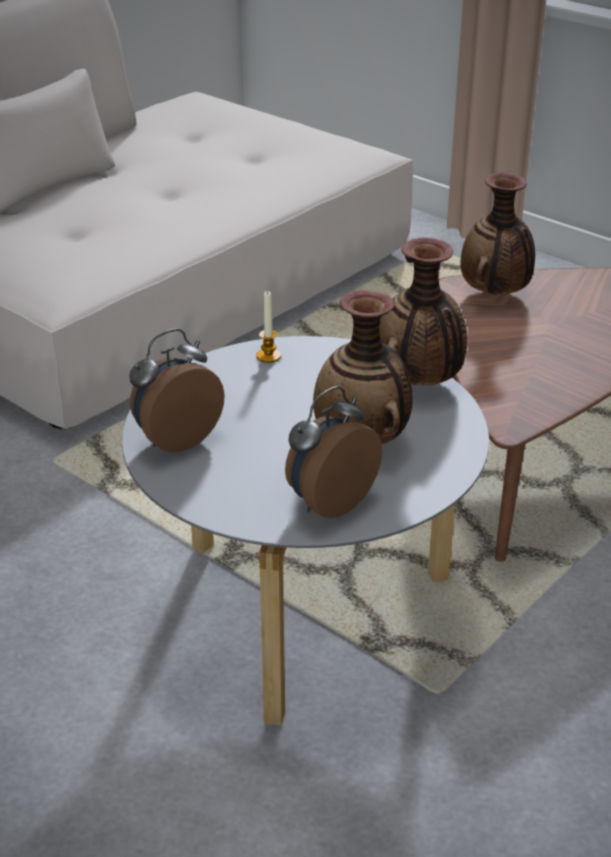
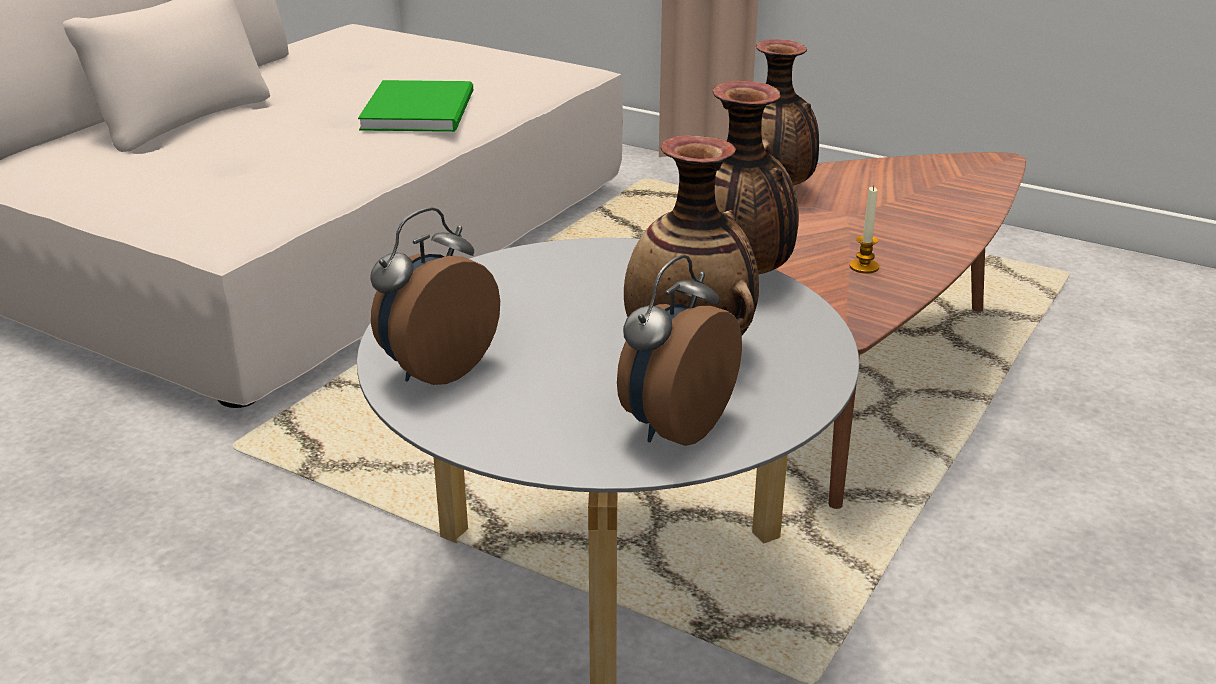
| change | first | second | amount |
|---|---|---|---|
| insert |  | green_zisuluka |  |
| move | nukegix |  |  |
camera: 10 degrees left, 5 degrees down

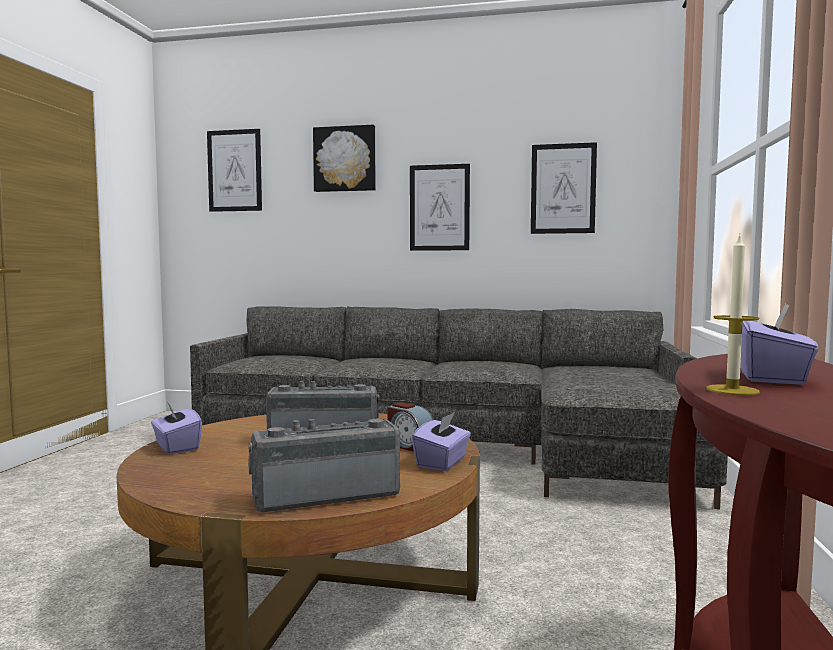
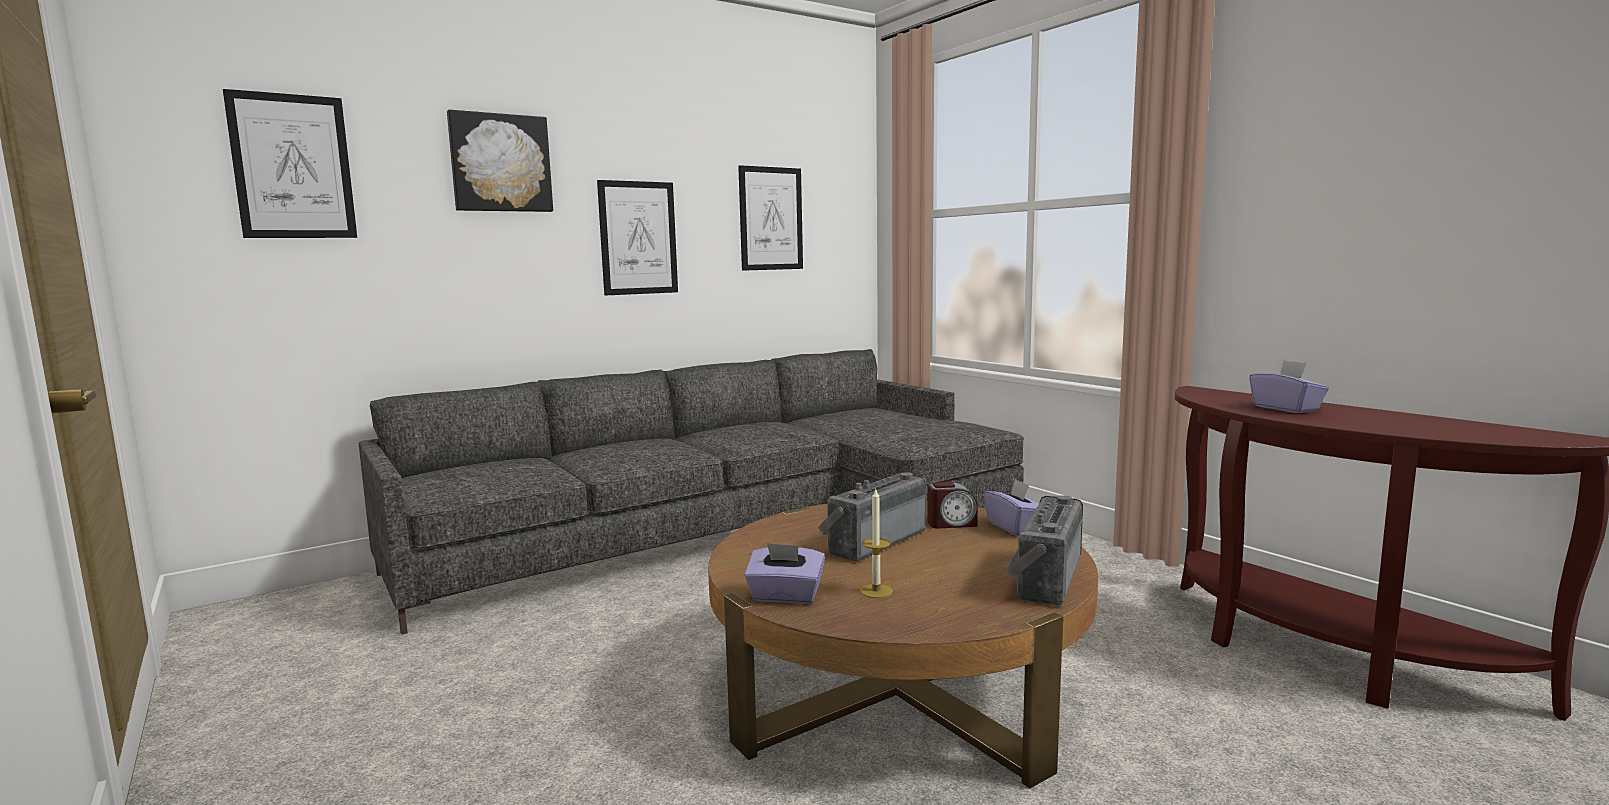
| change | first | second | amount |
|---|---|---|---|
| move | nukegix |  |  |
camera: 45 degrees left, 5 degrees up

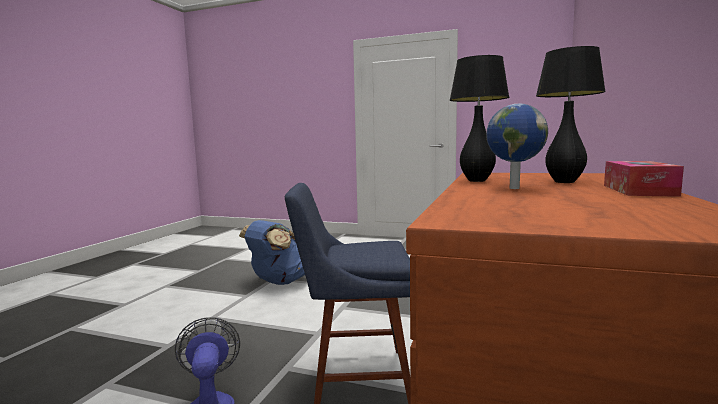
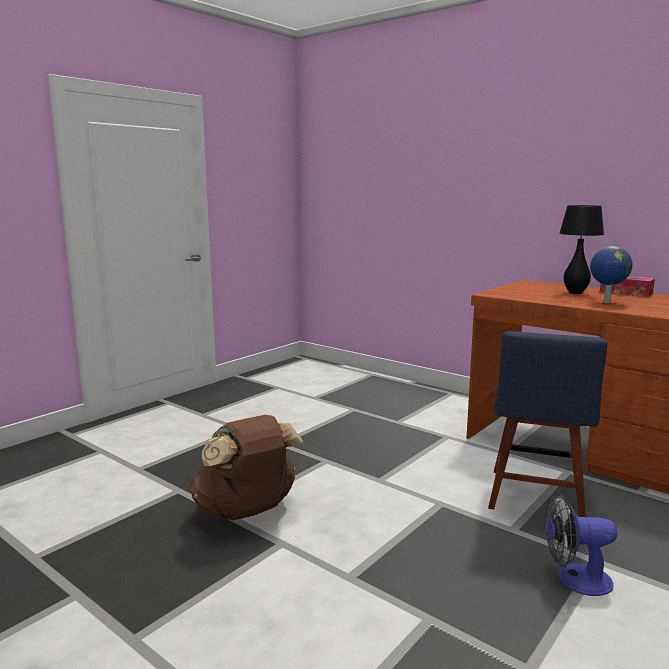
| change | first | second | amount |
|---|---|---|---|
| delete | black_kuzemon (1st from left) |  |  |
| recolor | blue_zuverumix | brown_zuverumix |  |
camera: 70 degrees left, 5 degrees up

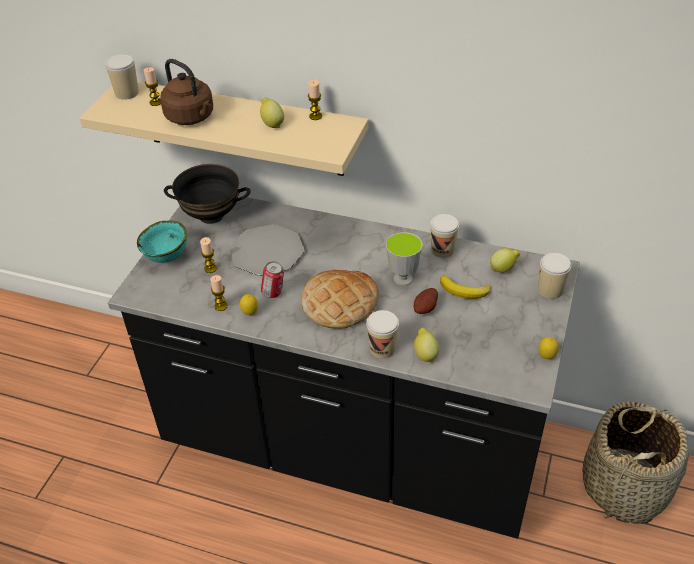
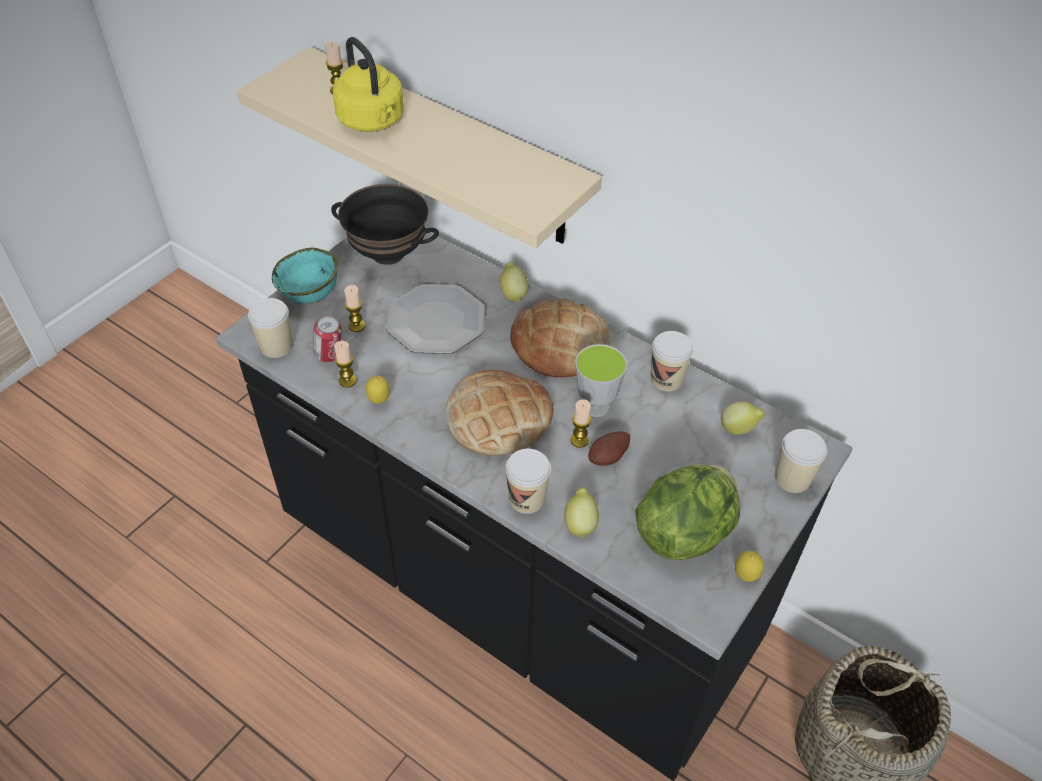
| change | first | second | amount |
|---|---|---|---|
| delete | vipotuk |  |  |
| insert |  | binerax (2nd from left) |  |
| insert |  | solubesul |  |
| move | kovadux (1st from left) |  |  |
| move | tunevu (2nd from left) |  |  |
| move | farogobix |  |  |
| move | nukegix (4th from left) |  |  |
| recolor | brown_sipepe | yellow_sipepe |  |
camera: 15 degrees right, 5 degrees up

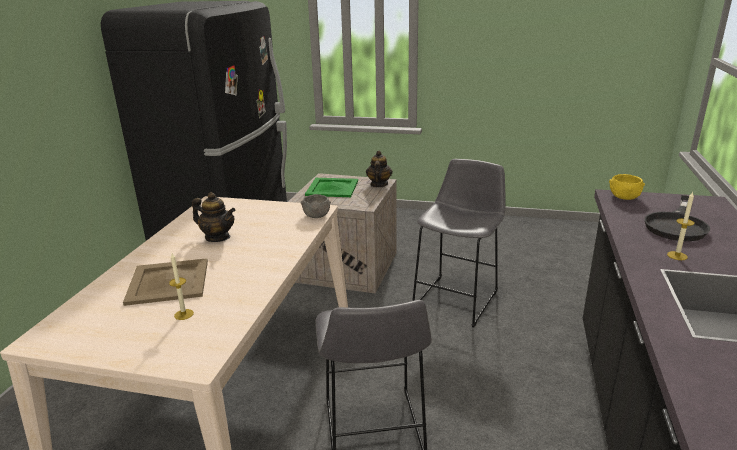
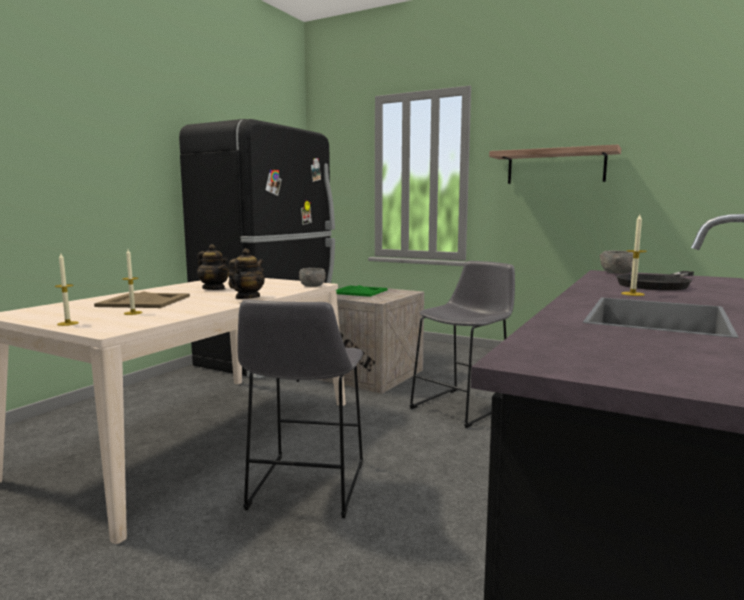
| change | first | second | amount |
|---|---|---|---|
| insert |  | nukegix (1st from left) |  |
| insert |  | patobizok |  |
| move | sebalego (2nd from left) |  |  |
| recolor | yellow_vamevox | grey_vamevox (2nd from left) |  |
camera: 15 degrees right, 15 degrees down

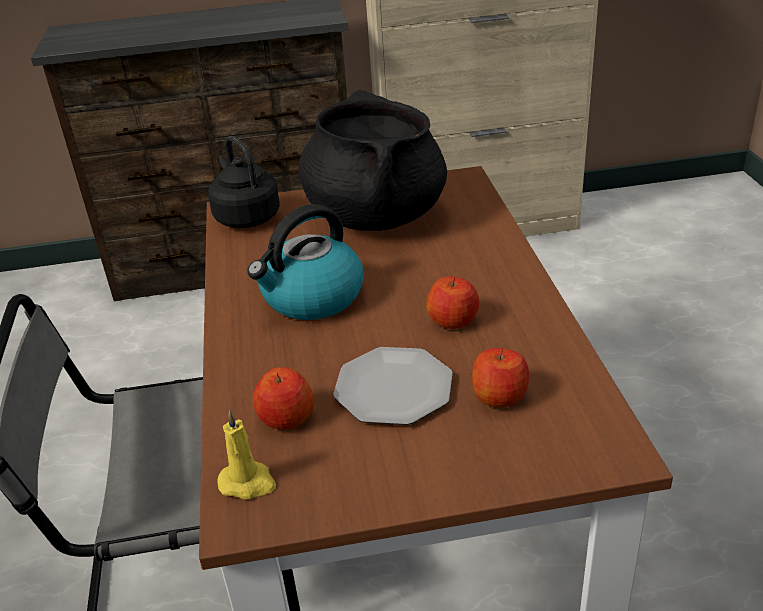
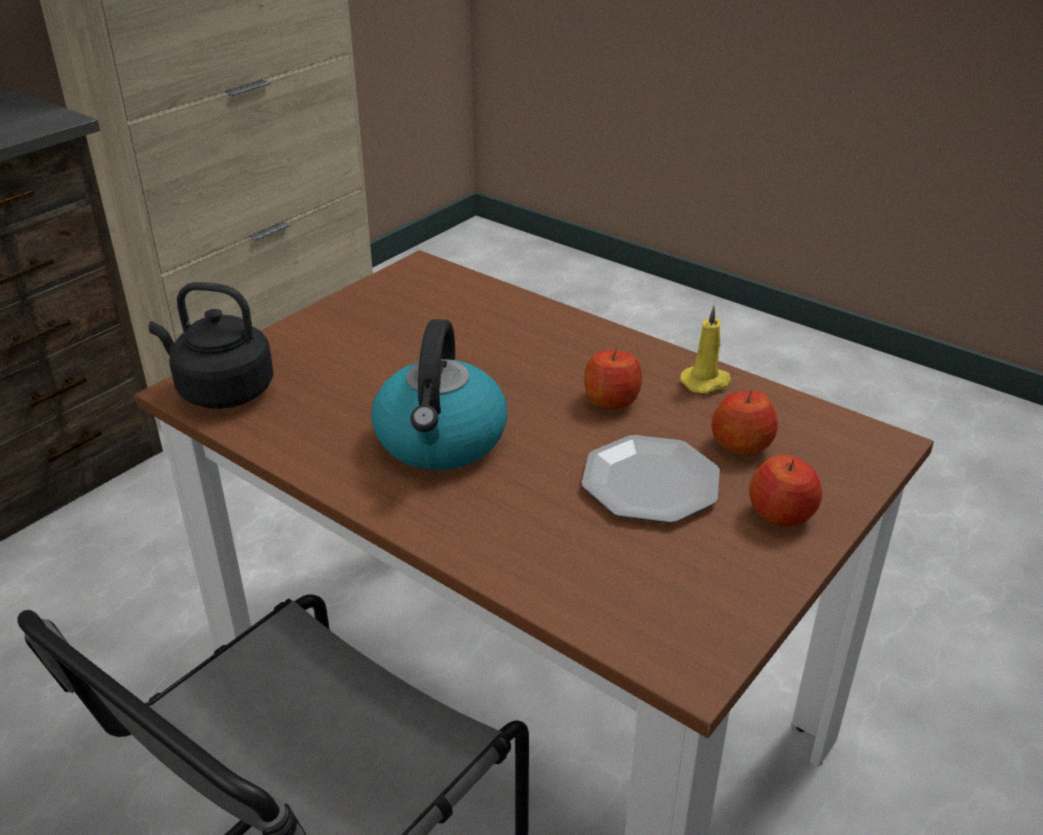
| change | first | second | amount |
|---|---|---|---|
| delete | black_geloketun |  |  |
| move | yellow_nukegix |  |  |
| move | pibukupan (1st from left in the first image) | pibukupan (3rd from left) |  |
camera: 45 degrees left, 0 degrees up

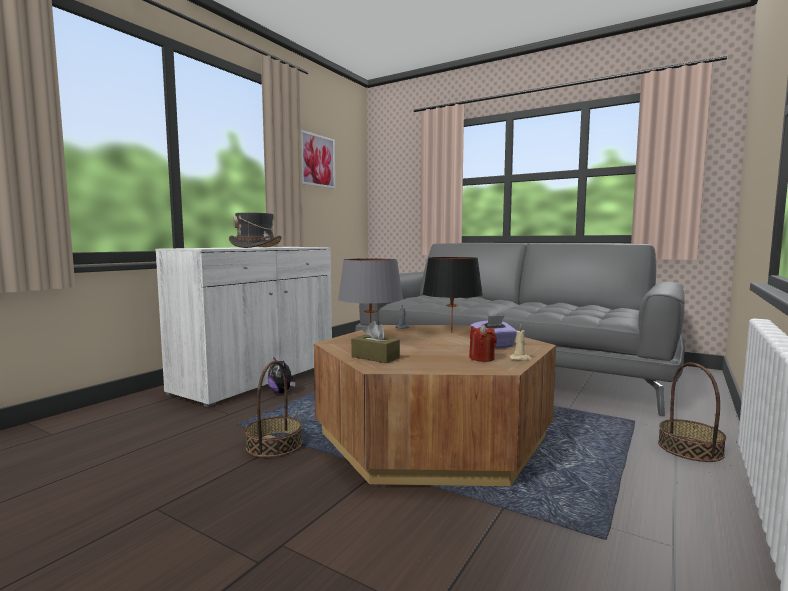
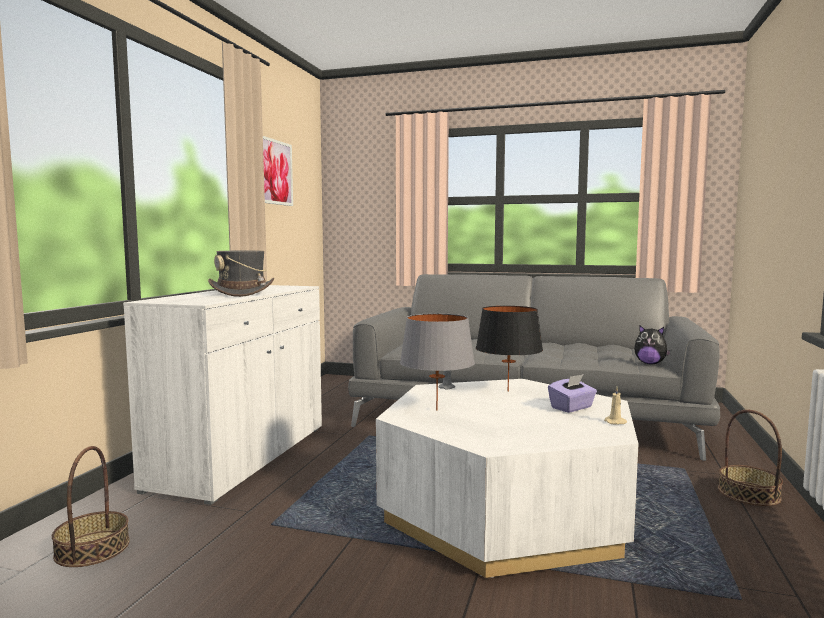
| change | first | second | amount |
|---|---|---|---|
| delete | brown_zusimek |  |  |
| delete | red_nukegix |  |  |
| move | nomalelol (1st from left) |  |  |
| move | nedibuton |  |  |
| recolor | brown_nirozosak | white_nirozosak |  |
camera: 15 degrees left, 0 degrees up

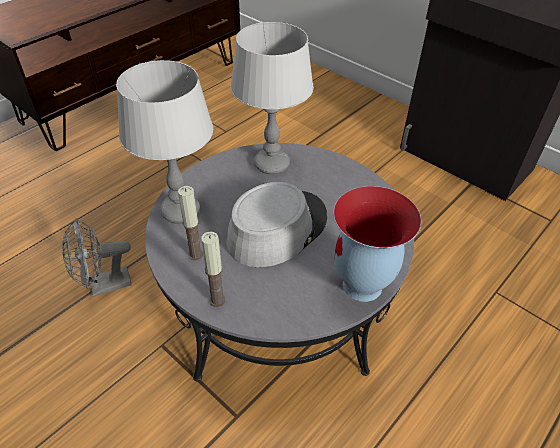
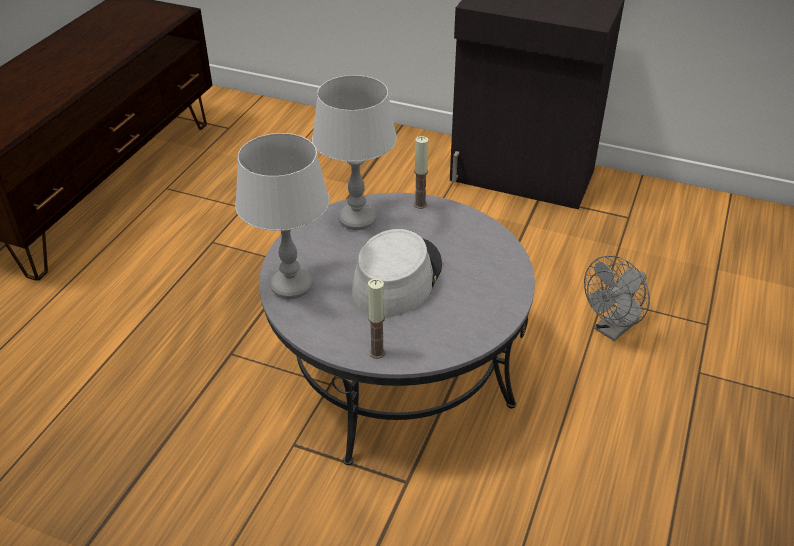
| change | first | second | amount |
|---|---|---|---|
| delete | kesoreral |  |  |
| move | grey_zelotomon |  |  |
| move | nukegix (1st from left in the first image) | nukegix (2nd from left) |  |
camera: 20 degrees left, 5 degrees down

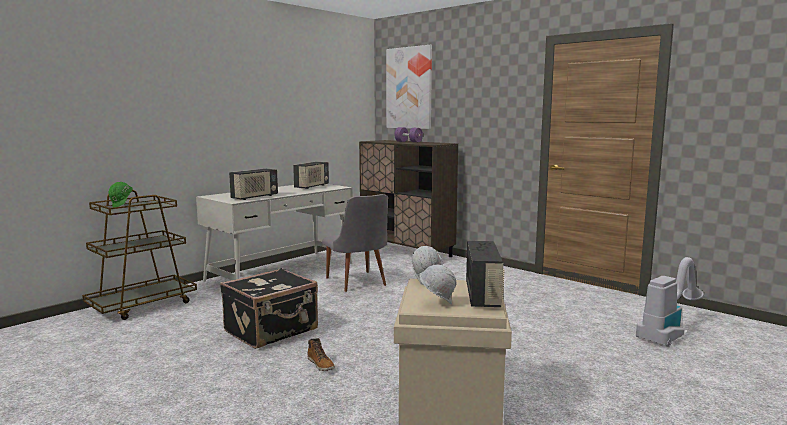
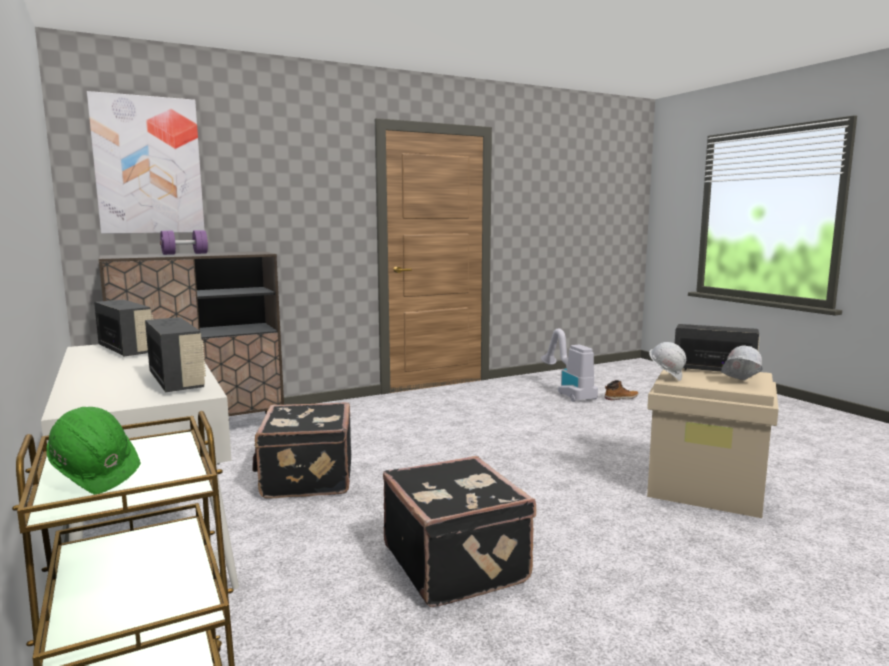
| change | first | second | amount |
|---|---|---|---|
| move | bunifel |  |  |
| replace | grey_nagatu | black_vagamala (1st from left) |  |
camera: 70 degrees left, 0 degrees up

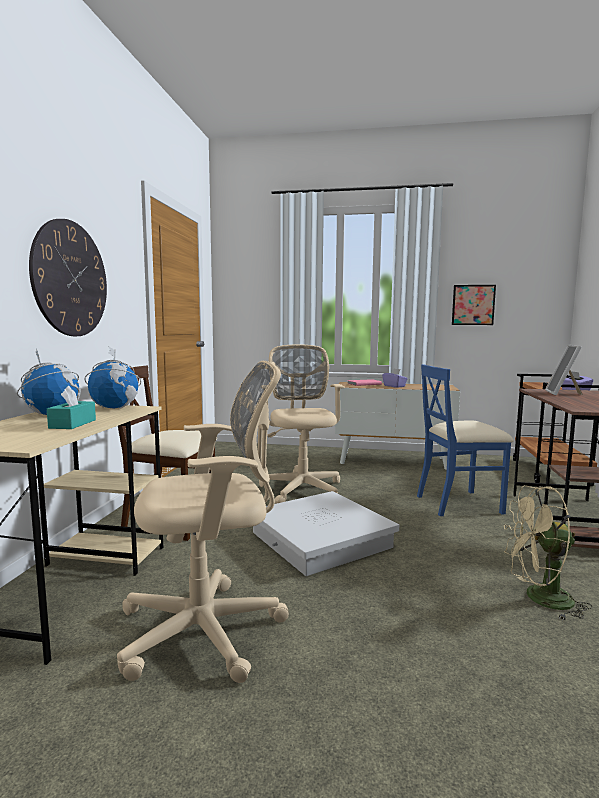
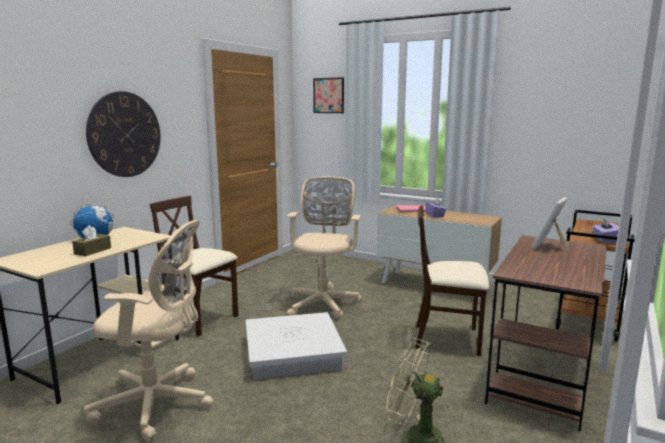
| change | first | second | amount |
|---|---|---|---|
| delete | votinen (2nd from left) |  |  |
| move | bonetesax |  |  |
| recolor | turquoise_zusimek | brown_zusimek |  |
| recolor | blue_nagatu | beige_nagatu (2nd from left) |  |
camera: 20 degrees right, 5 degrees up

